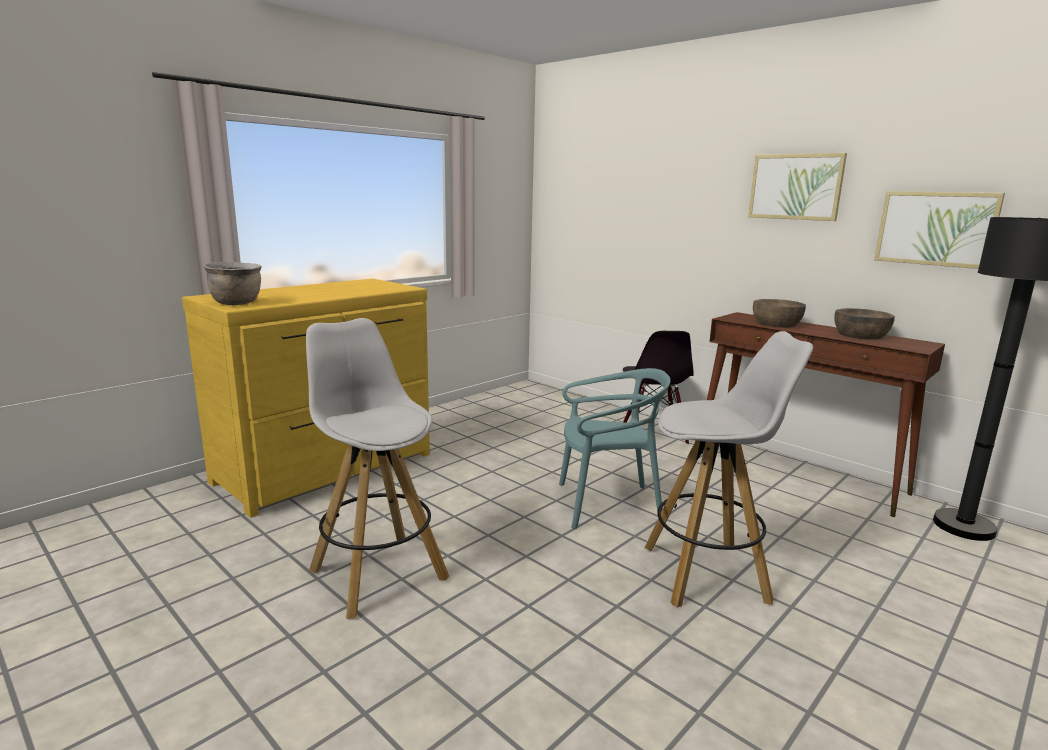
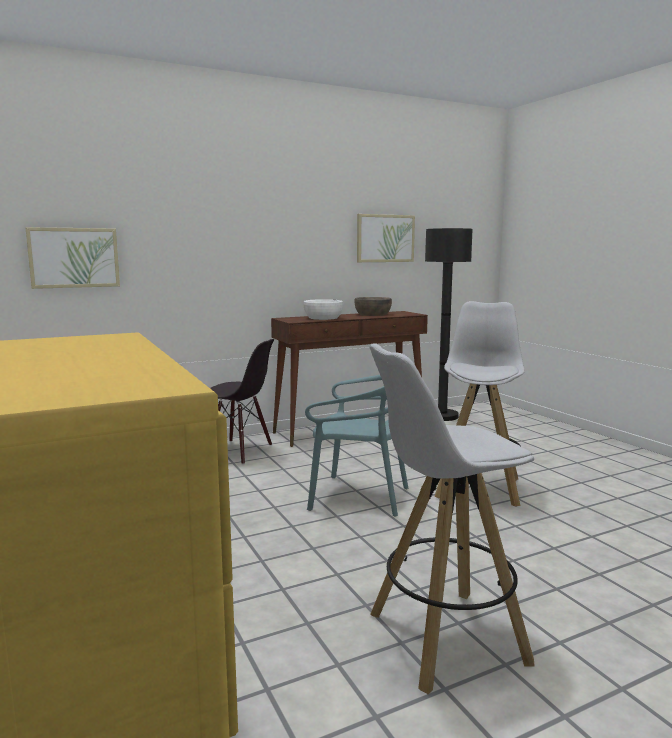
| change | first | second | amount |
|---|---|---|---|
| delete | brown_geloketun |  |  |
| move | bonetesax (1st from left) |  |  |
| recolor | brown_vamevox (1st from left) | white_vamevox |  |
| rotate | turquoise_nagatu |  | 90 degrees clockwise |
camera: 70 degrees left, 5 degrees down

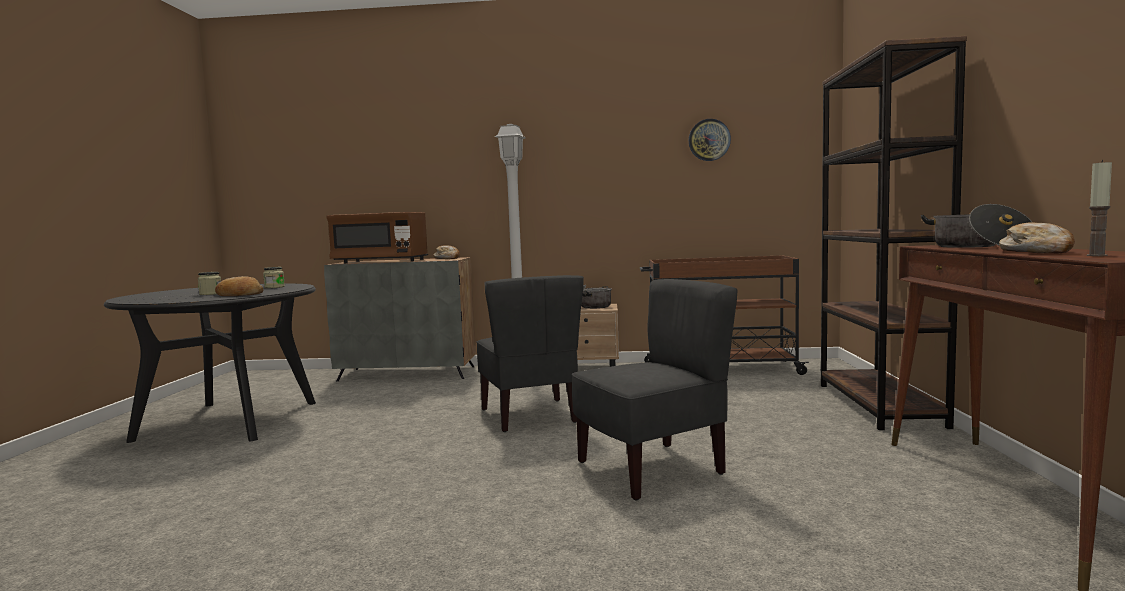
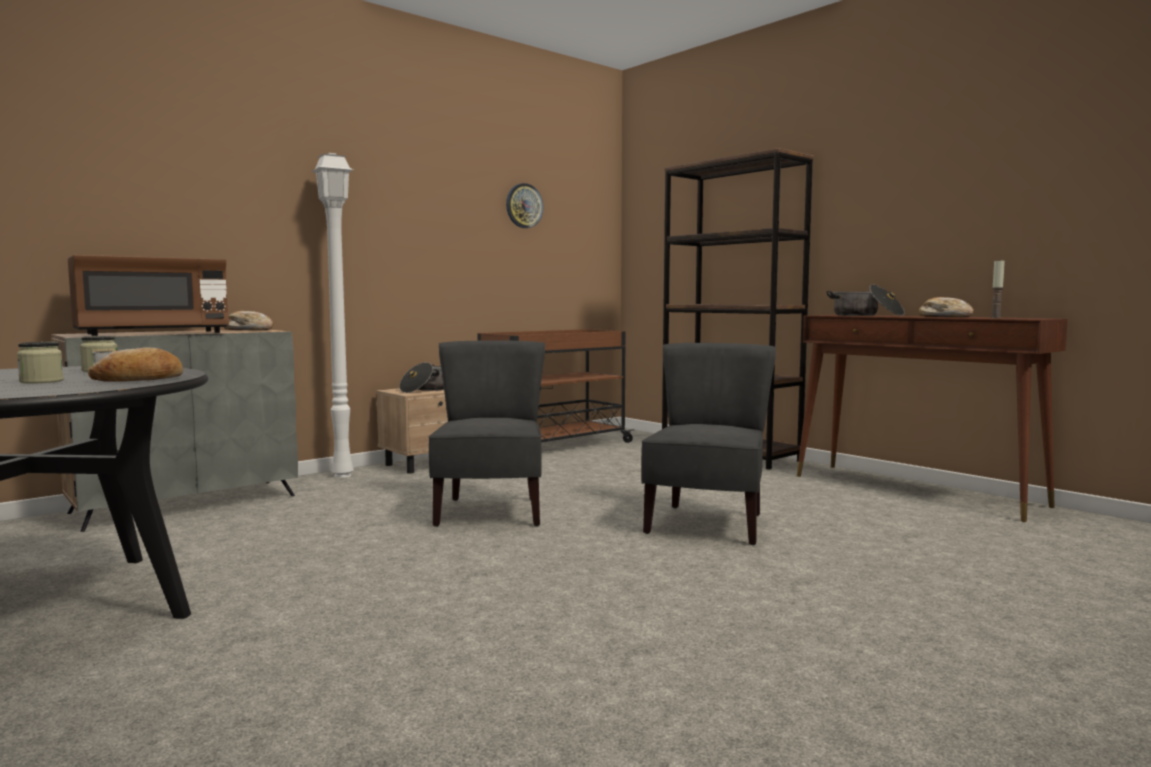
| change | first | second | amount |
|---|---|---|---|
| rotate | grey_nagatu (1st from left) |  | 120 degrees counterclockwise |
camera: 45 degrees left, 0 degrees up

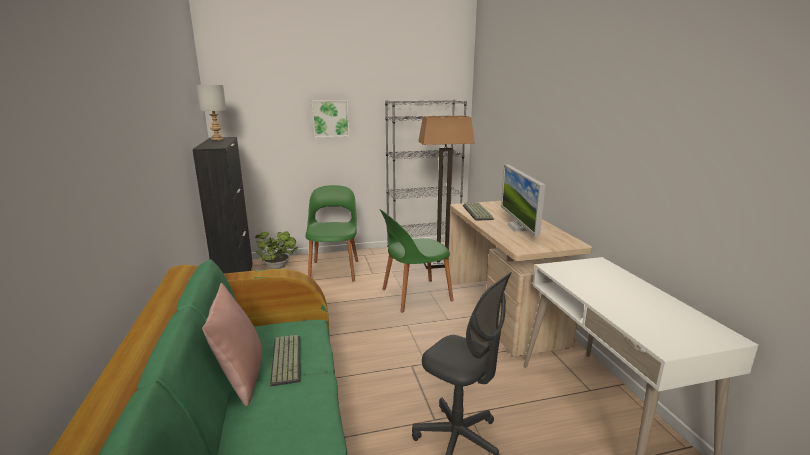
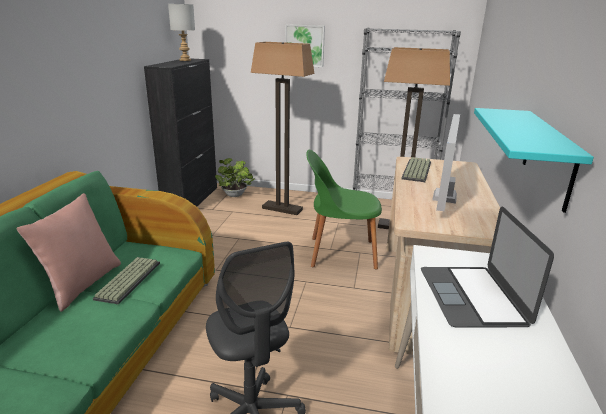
| change | first | second | amount |
|---|---|---|---|
| insert |  | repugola |  |
| insert |  | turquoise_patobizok |  |
| replace | green_nagatu (1st from left) | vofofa (1st from left) |  |
camera: 25 degrees right, 5 degrees up

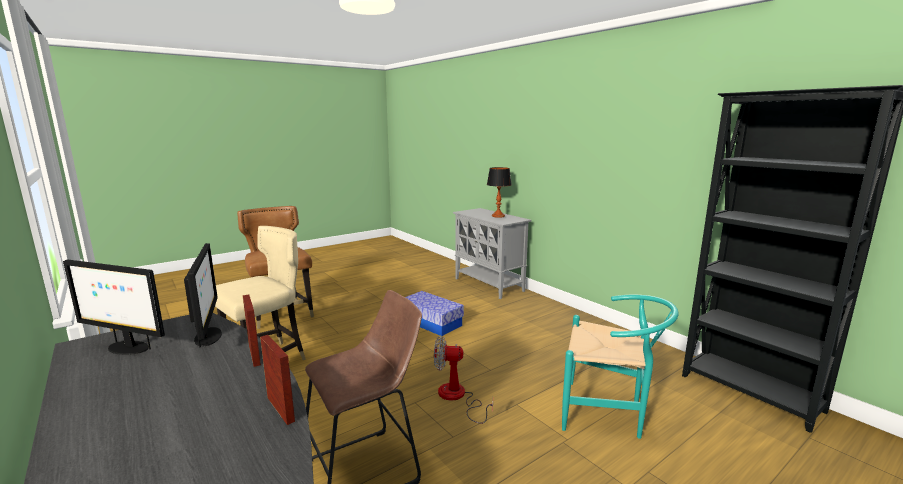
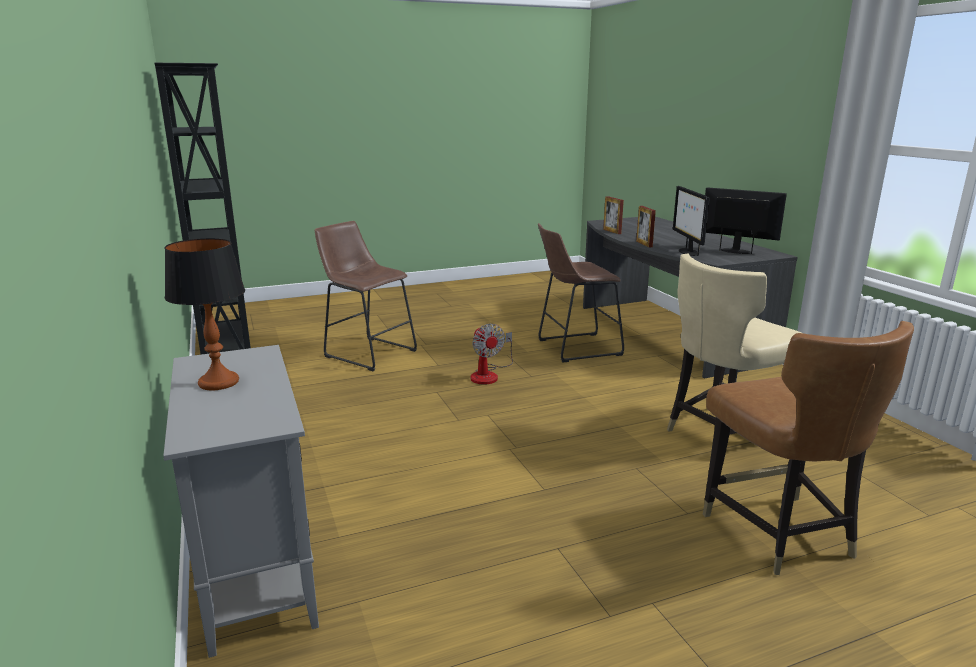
| change | first | second | amount |
|---|---|---|---|
| delete | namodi |  |  |
| replace | turquoise_nagatu | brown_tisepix (1st from left) |  |
| rotate | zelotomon |  | 45 degrees clockwise |
camera: 165 degrees left, 5 degrees up

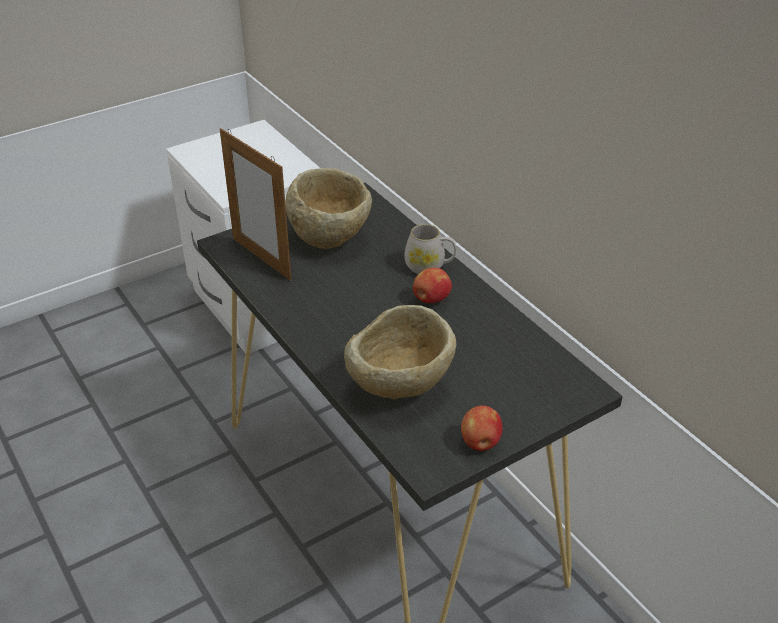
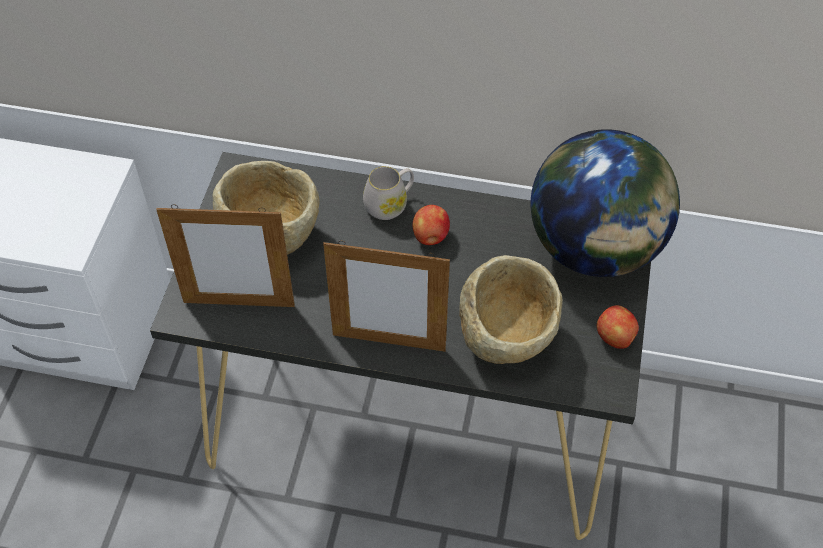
| change | first | second | amount |
|---|---|---|---|
| insert |  | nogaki (2nd from left) |  |
| insert |  | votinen |  |
camera: 45 degrees left, 15 degrees up

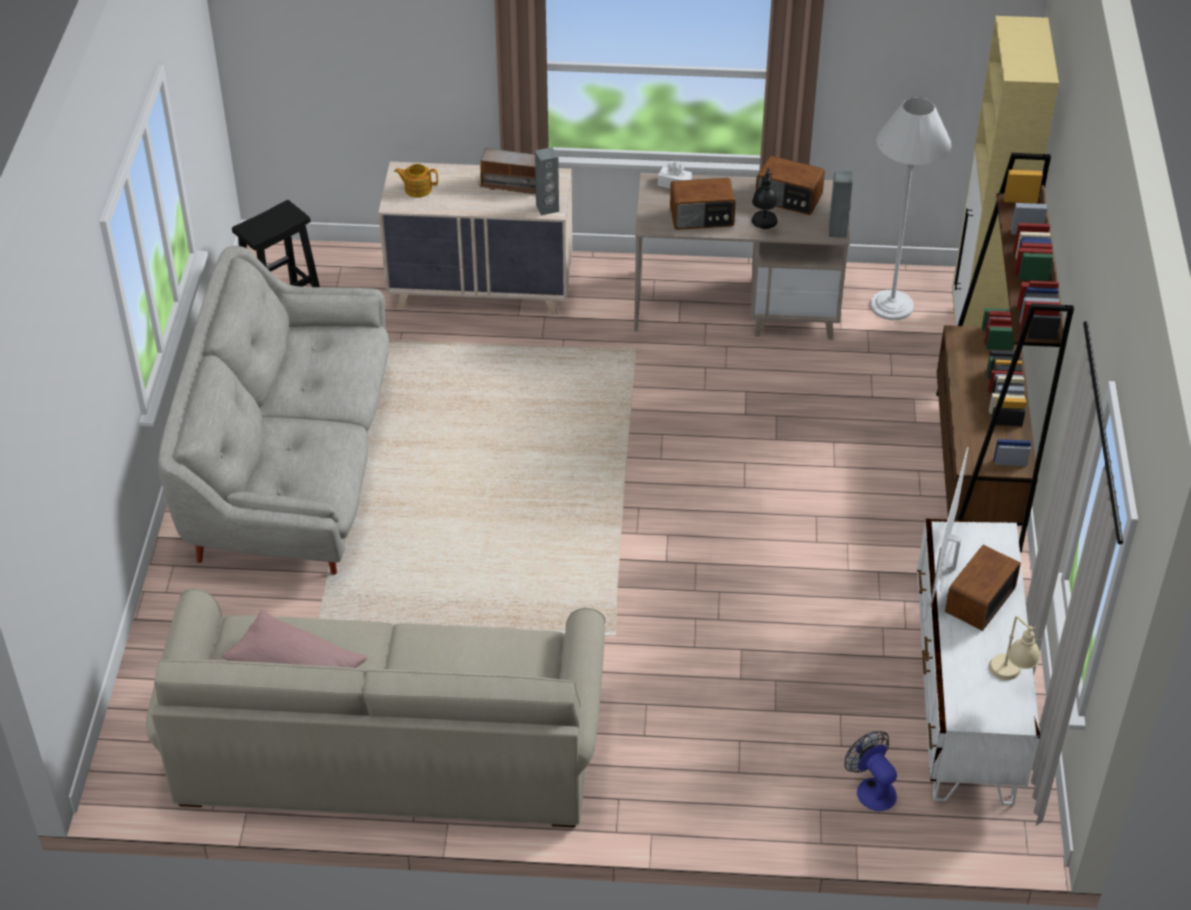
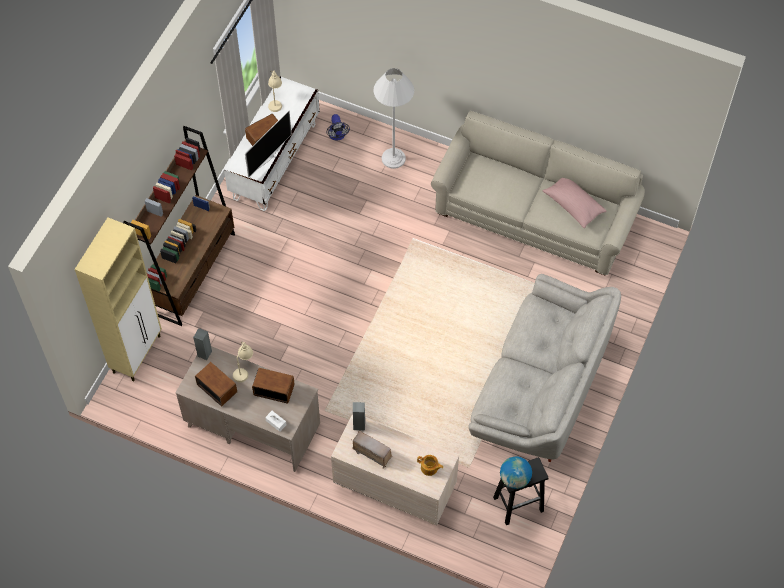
| change | first | second | amount |
|---|---|---|---|
| insert |  | votinen |  |
| move | white_vofofa |  |  |
| recolor | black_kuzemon | beige_kuzemon (1st from left) |  |
camera: 160 degrees left, 15 degrees up

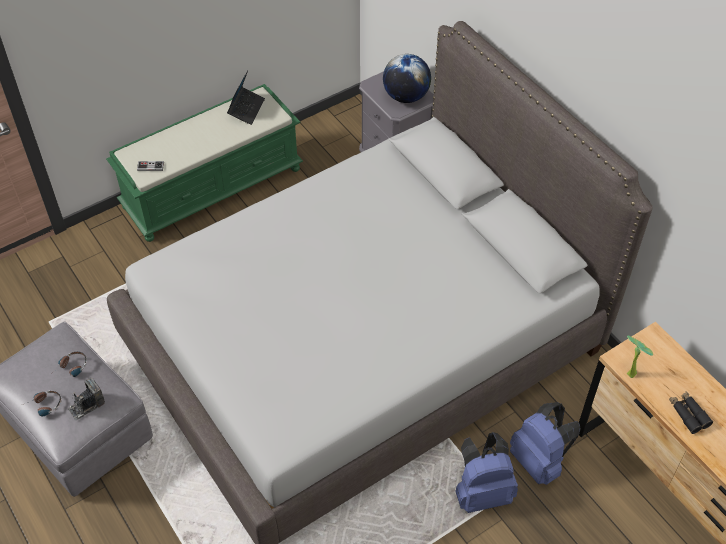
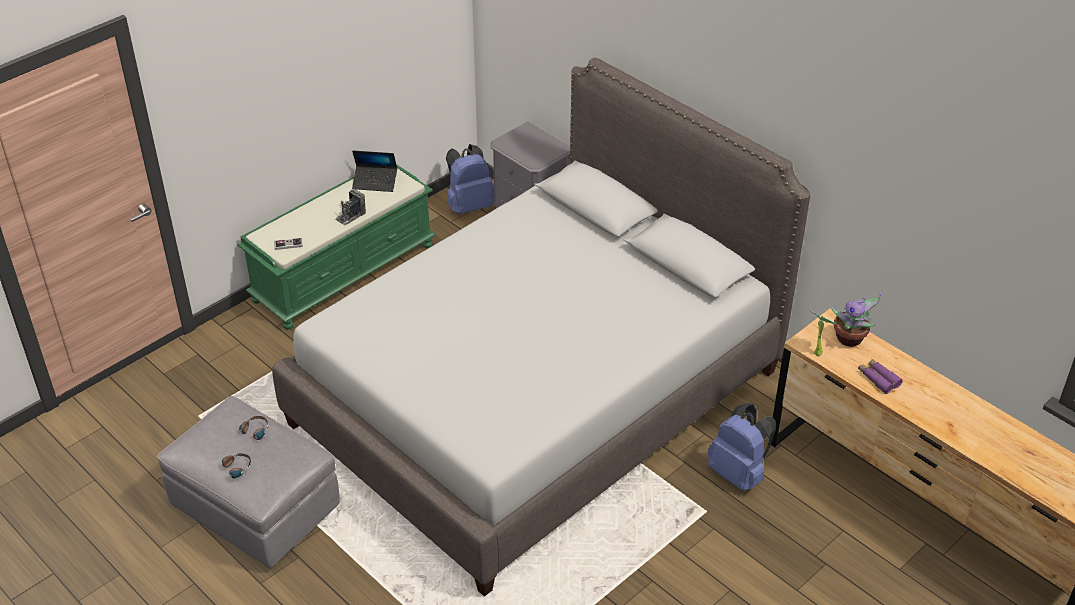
| change | first | second | amount |
|---|---|---|---|
| delete | votinen |  |  |
| insert |  | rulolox (2nd from left) |  |
| move | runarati |  |  |
| move | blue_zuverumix (1st from left) |  |  |
| recolor | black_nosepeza | purple_nosepeza |  |
| rotate | repugola |  | 90 degrees clockwise |
camera: 10 degrees left, 10 degrees down

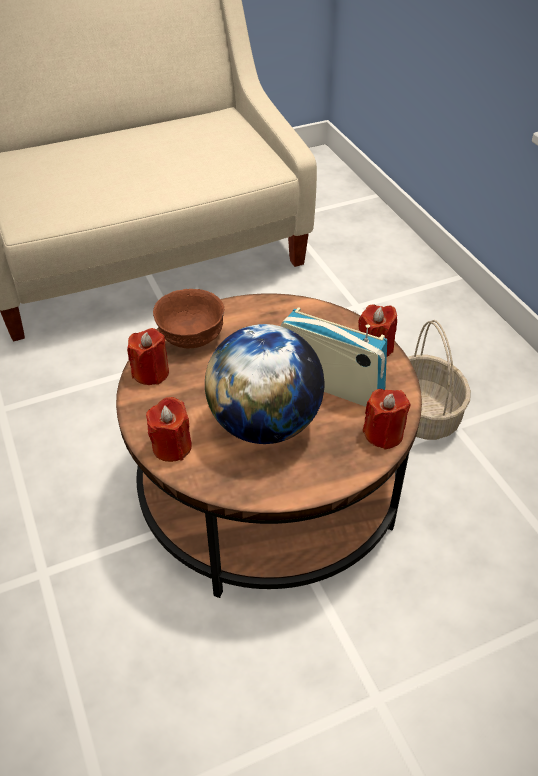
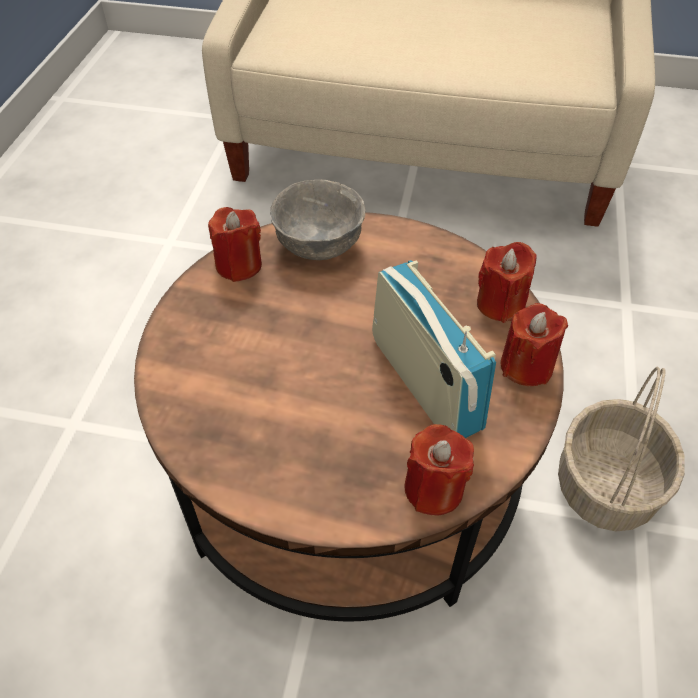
| change | first | second | amount |
|---|---|---|---|
| delete | votinen |  |  |
| move | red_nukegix (2nd from left in the first image) | red_nukegix (3rd from left) |  |
| recolor | brown_vamevox | grey_vamevox |  |
camera: 35 degrees right, 5 degrees up

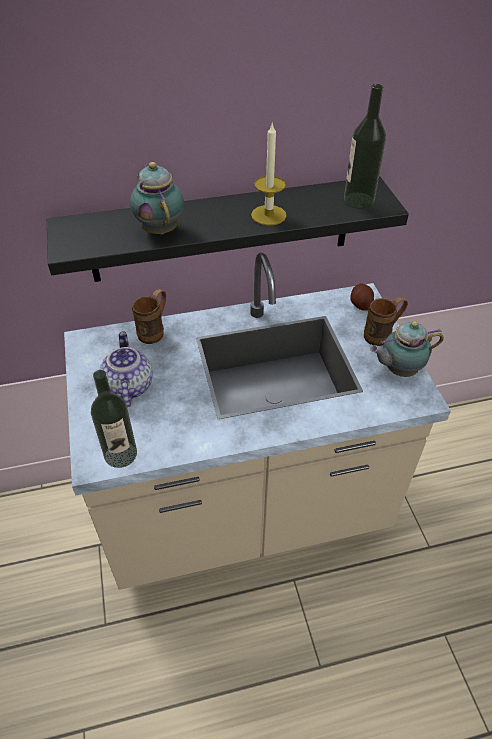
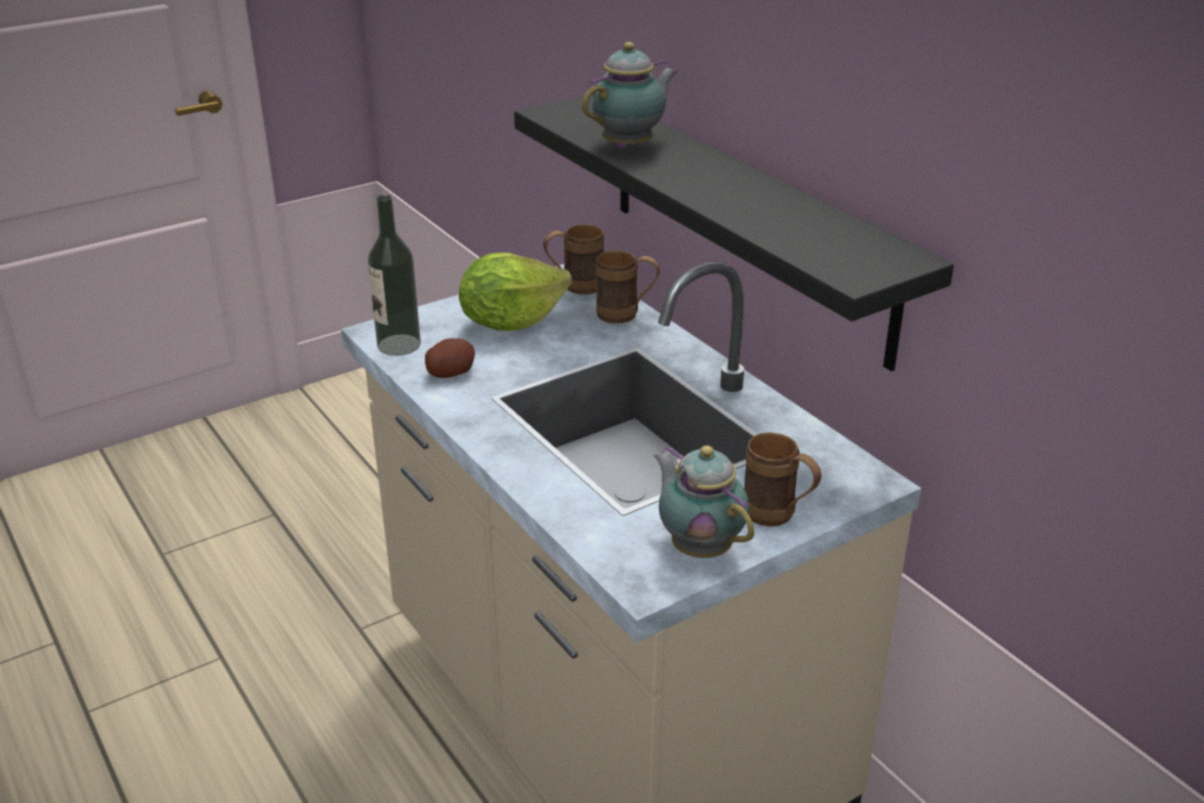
| change | first | second | amount |
|---|---|---|---|
| delete | nukegix |  |  |
| delete | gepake (2nd from left) |  |  |
| insert |  | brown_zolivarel (1st from left) |  |
| move | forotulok |  |  |
| replace | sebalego (1st from left) | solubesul |  |
camera: 70 degrees right, 15 degrees down

